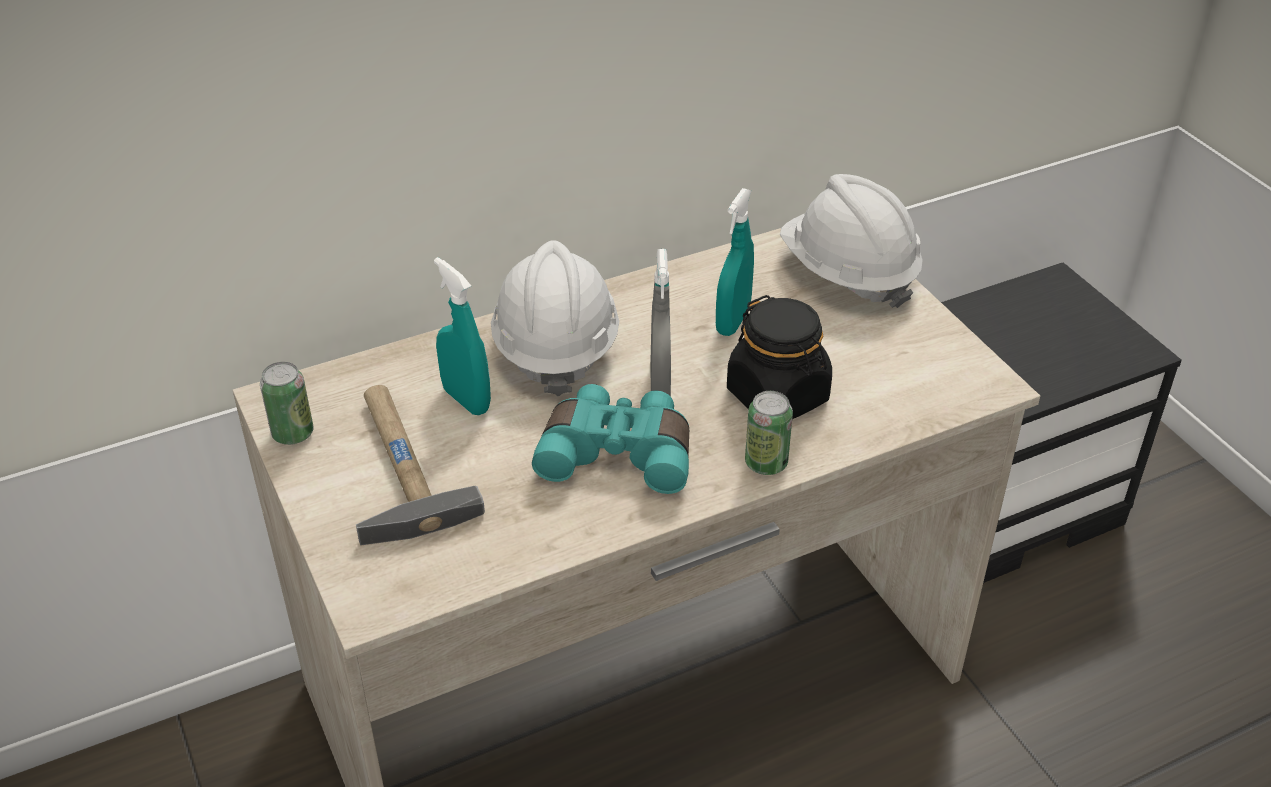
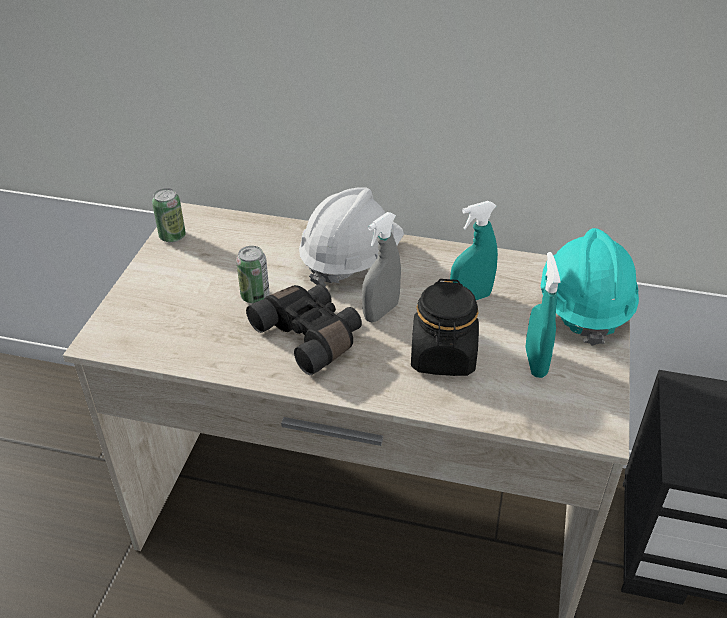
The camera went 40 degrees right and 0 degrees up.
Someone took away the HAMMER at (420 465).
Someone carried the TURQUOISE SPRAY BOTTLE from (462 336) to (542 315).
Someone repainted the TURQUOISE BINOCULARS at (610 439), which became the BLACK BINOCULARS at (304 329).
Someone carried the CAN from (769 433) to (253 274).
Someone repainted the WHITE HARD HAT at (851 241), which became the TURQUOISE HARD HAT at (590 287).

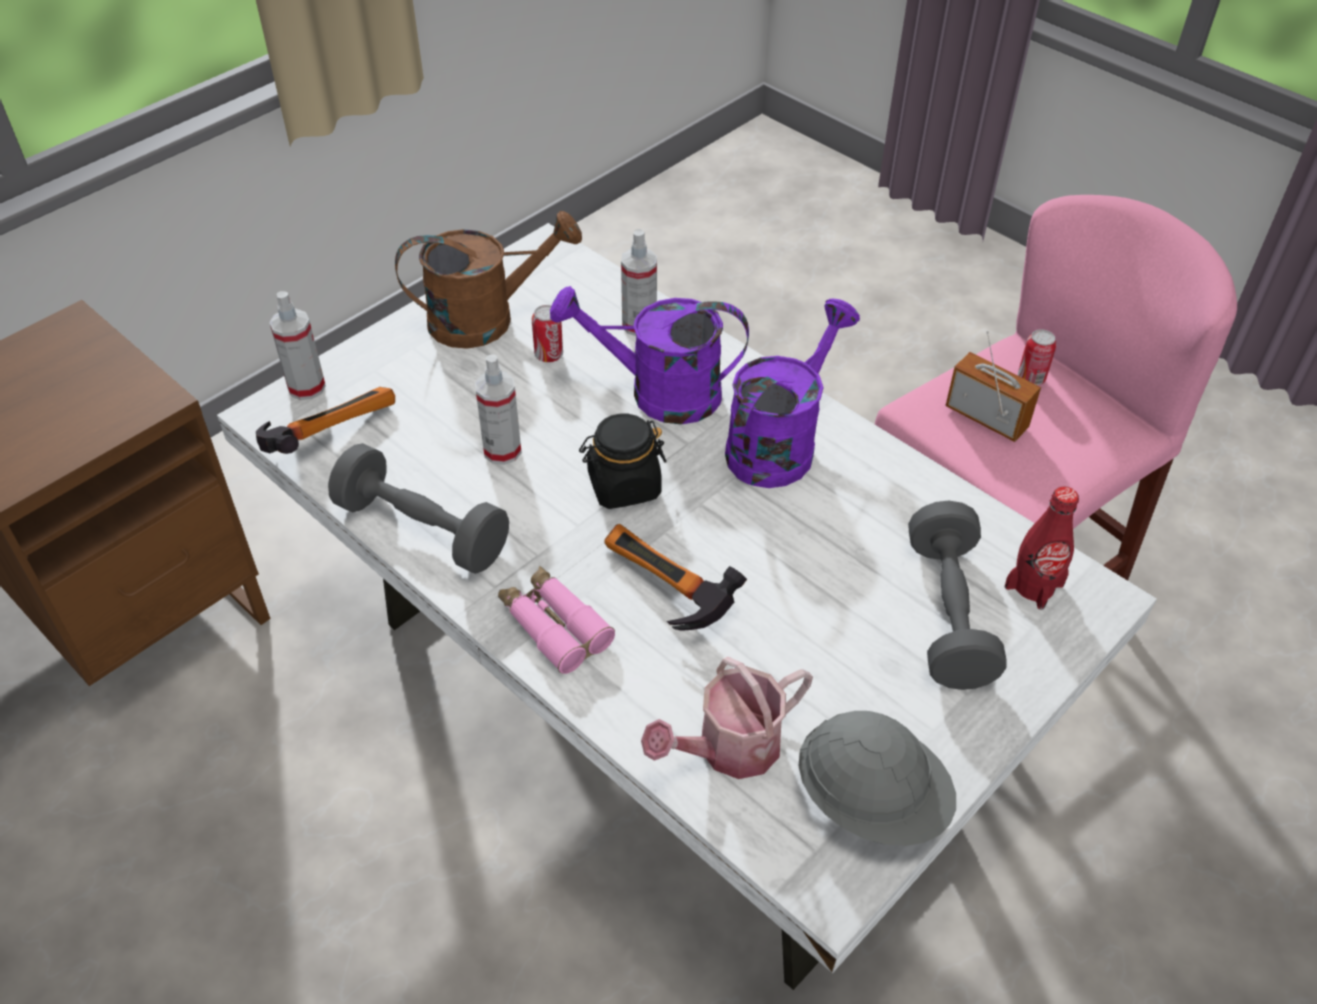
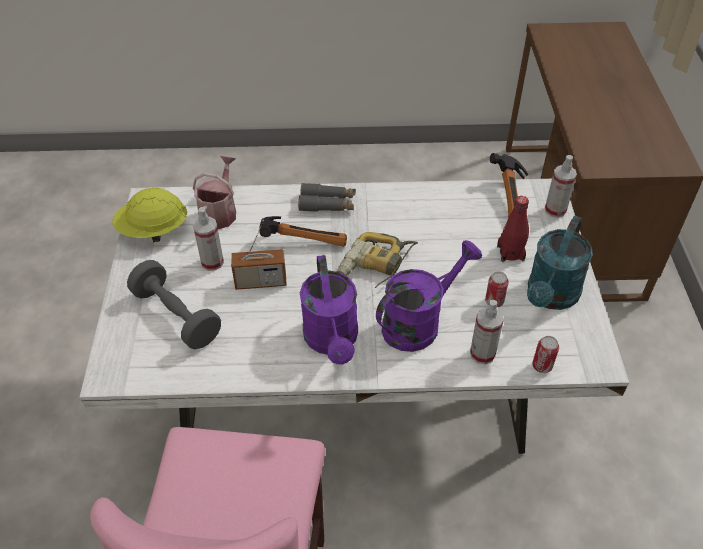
The camera went 135 degrees right and 0 degrees up.
Someone took away the GREY DUMBBELL at (418 508).
Someone repainted the BROWN WATERING CAN at (488 280), which became the TURQUOISE WATERING CAN at (560 263).
Someone carried the SPRAY BOTTLE from (498 410) to (208 239).
Someone repainted the PINK BINOCULARS at (556 620), which became the GREY BINOCULARS at (327 197).
Someone swapped the BLACK JAR at (622 461) for the POWER DRILL at (377 260).
Someone repainted the GREY HARD HAT at (877 778), which became the YELLOW HARD HAT at (149 215).
Someone carried the RADIO from (993 386) to (259 255).
Someone carried the RED BOTTLE from (1042 548) to (513 229).
Someone carried the CAN from (1037 357) to (545 354).

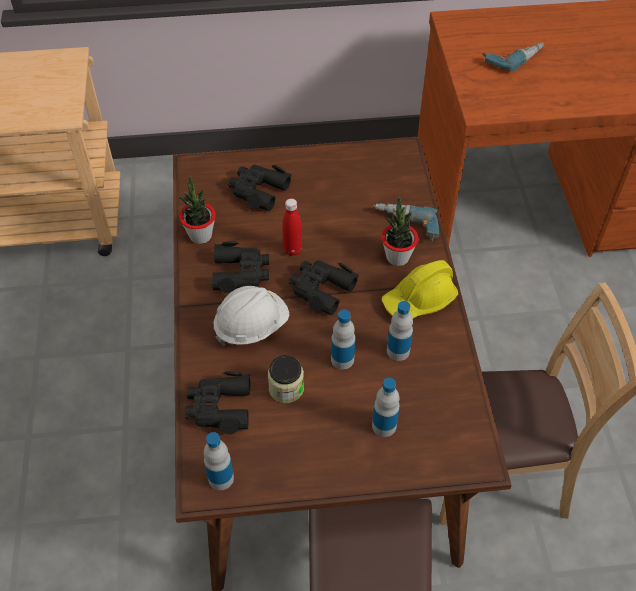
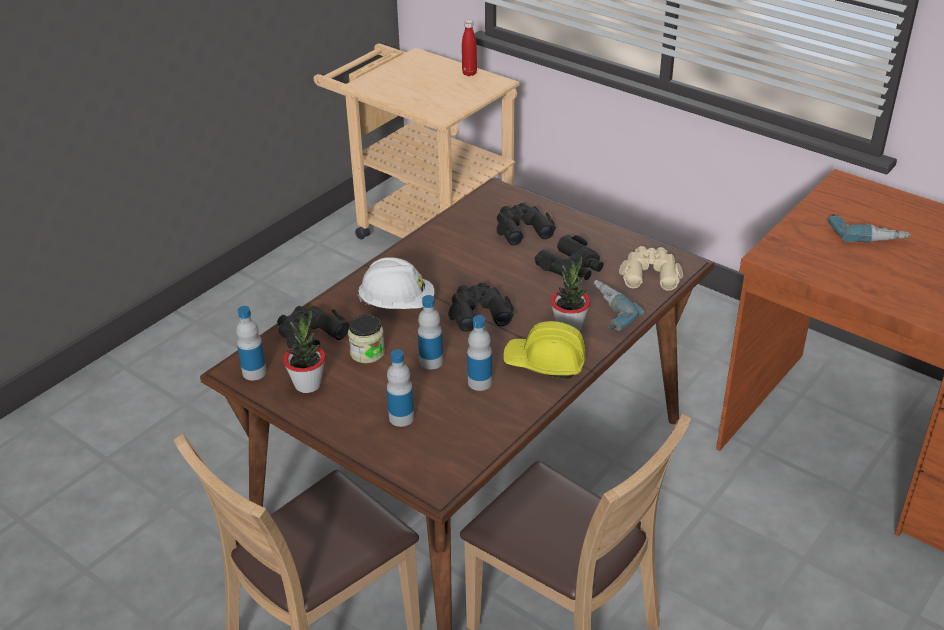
The camera went 45 degrees right and 15 degrees down.
Someone carried the POTTED PLANT from (197 210) to (304 352).
Someone carried the BLACK BINOCULARS from (240 267) to (569 257).
Someone carried the RED BOTTLE from (292 227) to (469 48).
Someone put down the BEIGE BINOCULARS at (651 268).

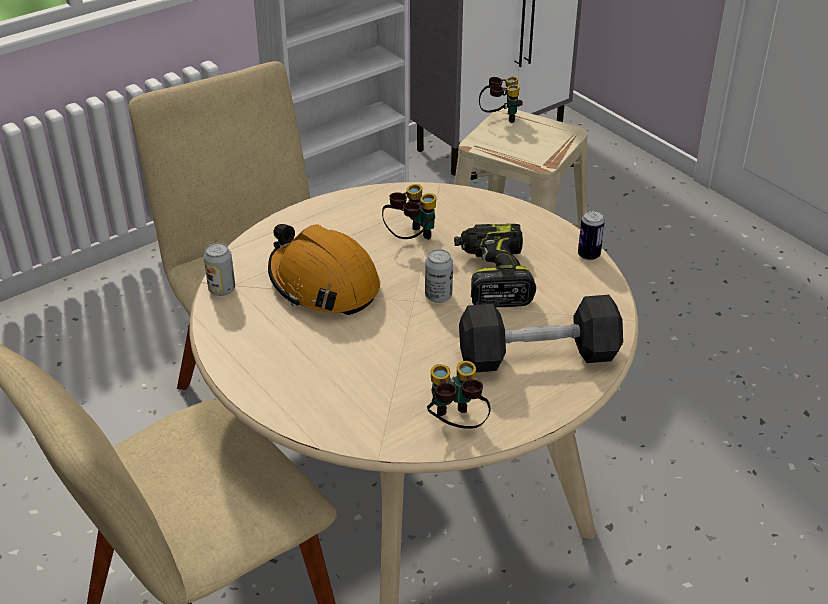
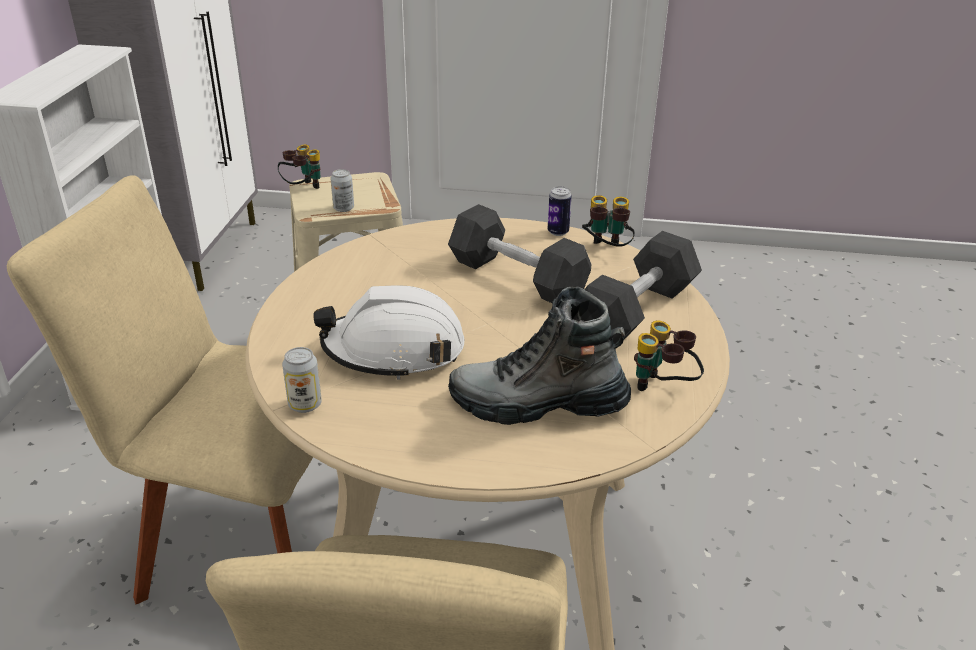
The camera went 45 degrees left and 5 degrees down.
Someone repainted the ORANGE HARD HAT at (324 269), which became the WHITE HARD HAT at (388 333).
Someone carried the BINOCULARS from (409 212) to (608 221).
Someone carried the CAN from (439 276) to (342 190).
Someone swapped the POWER DRILL at (495 265) for the BLACK DUMBBELL at (519 254).
Someone put down the BOOT at (539 356).

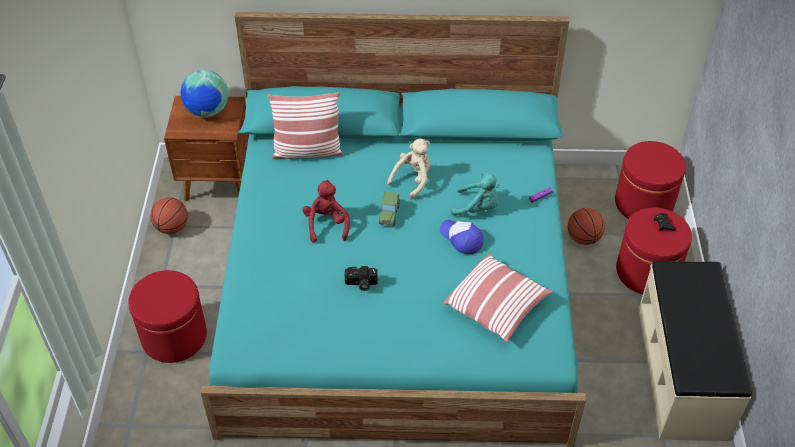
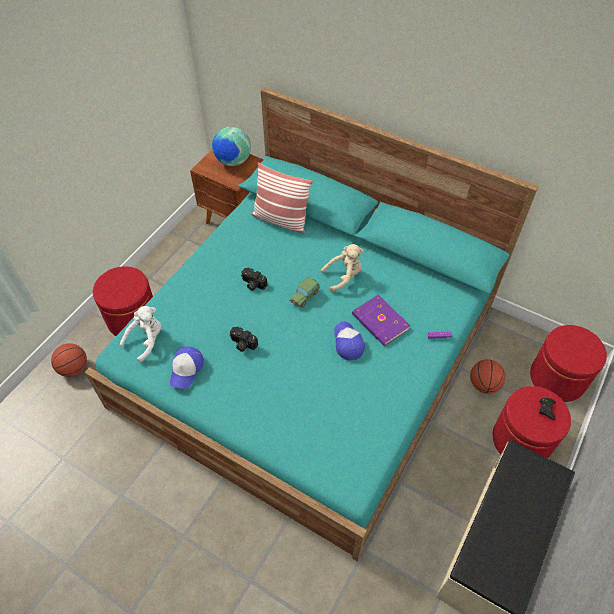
The camera went 30 degrees right and 5 degrees up.
Someone carried the BASKETBALL from (169 215) to (69 360).
Someone swapped the RED PLUSH TOY at (326 211) for the PHOTO CAMERA at (254 279).
Someone took away the PILLOW at (497 298).
Someone swapped the TURQUOISE PLUSH TOY at (475 194) for the PURPLE BOOK at (381 320).
Someone put down the WHITE PLUSH TOY at (140 334).
Someone put down the CAP at (187 368).

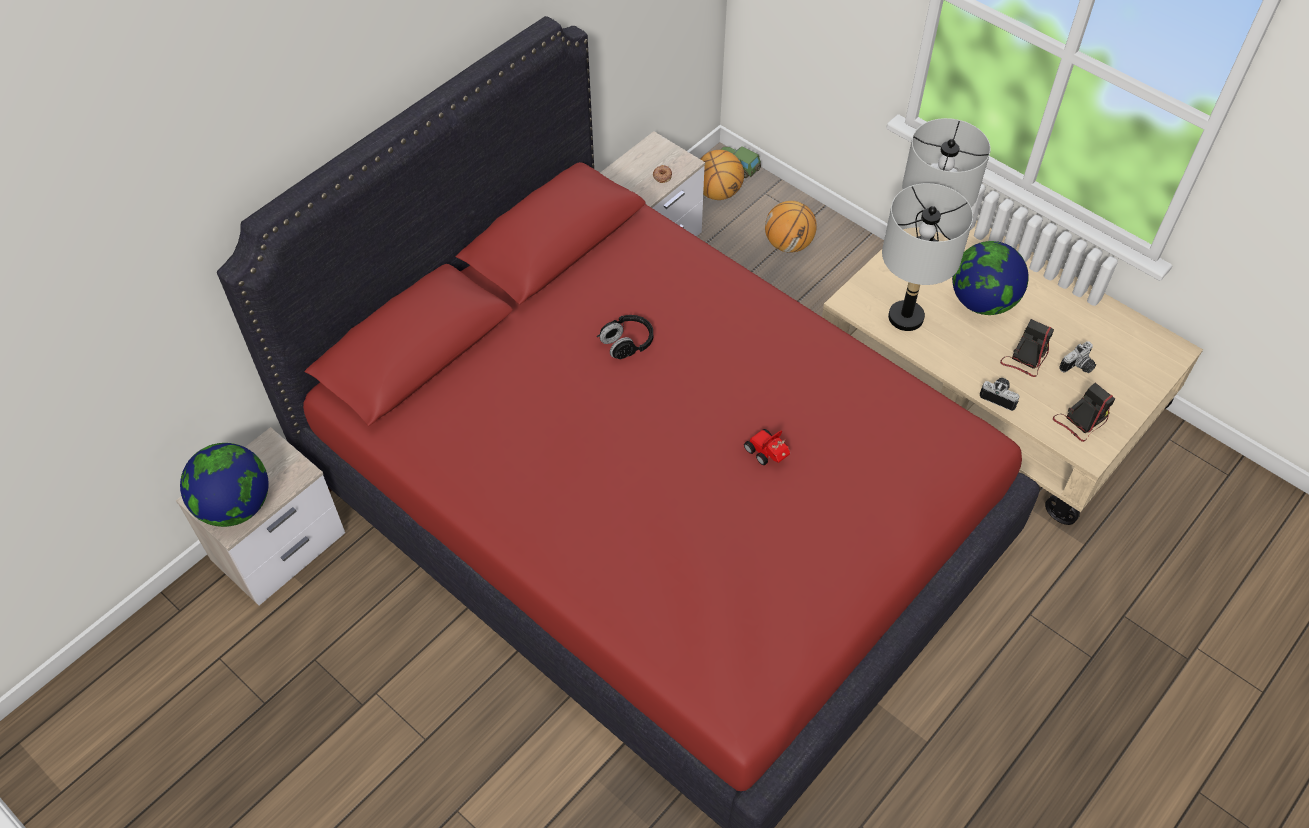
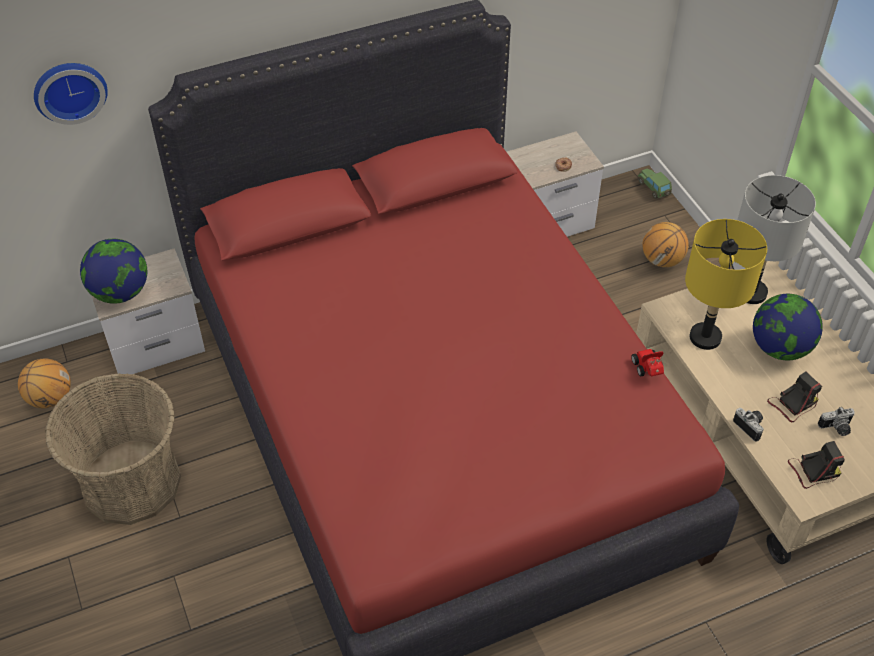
The camera went 25 degrees right and 5 degrees down.
Someone took away the BLACK HEADPHONES at (625 337).
Someone carried the BASKETBALL from (722 175) to (44 383).
Someone carried the TOY CAR from (767 447) to (647 362).
Someone repainted the GREY TABLE LAMP at (927 257), which became the YELLOW TABLE LAMP at (726 284).
Someone put up the WALL CLOCK at (71 94).
Someone put down the BASKET at (113 449).

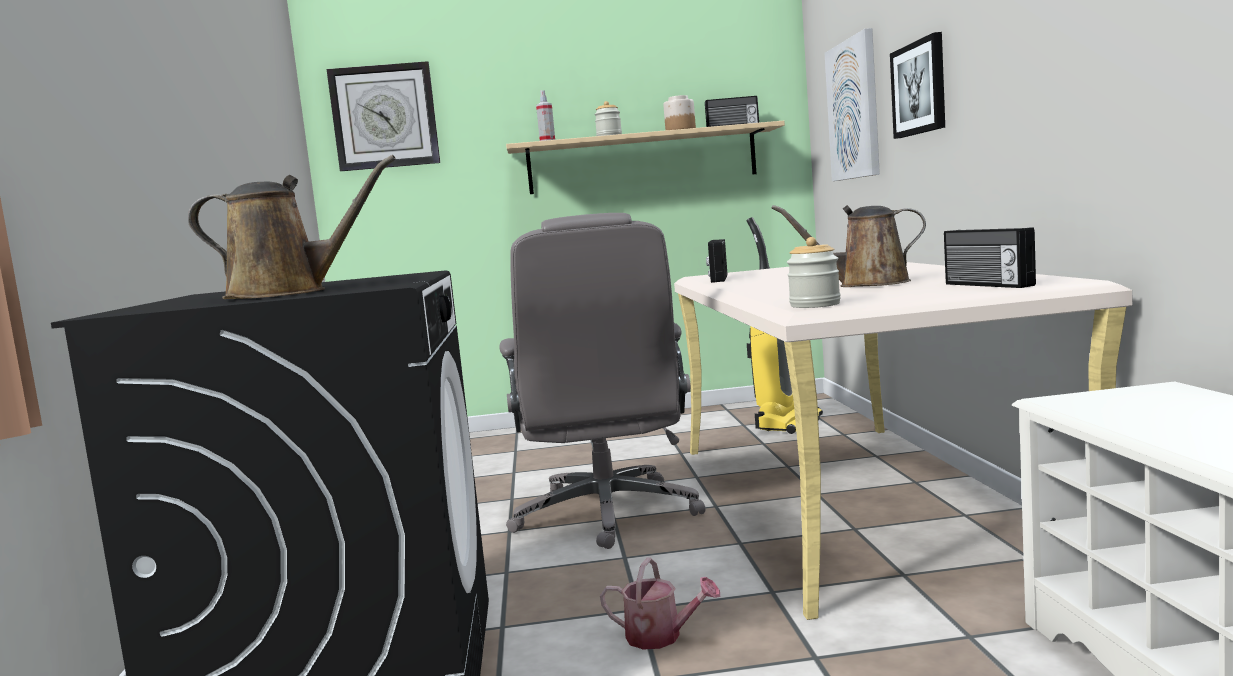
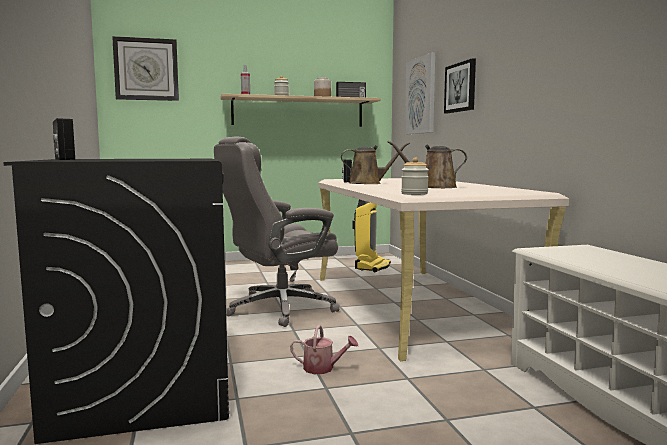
The camera went 10 degrees left and 0 degrees up.
Someone carried the BROWN WATERING CAN from (292 227) to (375 163).
Someone rotated the GREY OFFICE CHAIR at (602 381) by 75 degrees clockwise.
Someone carried the RADIO from (990 257) to (64 139).

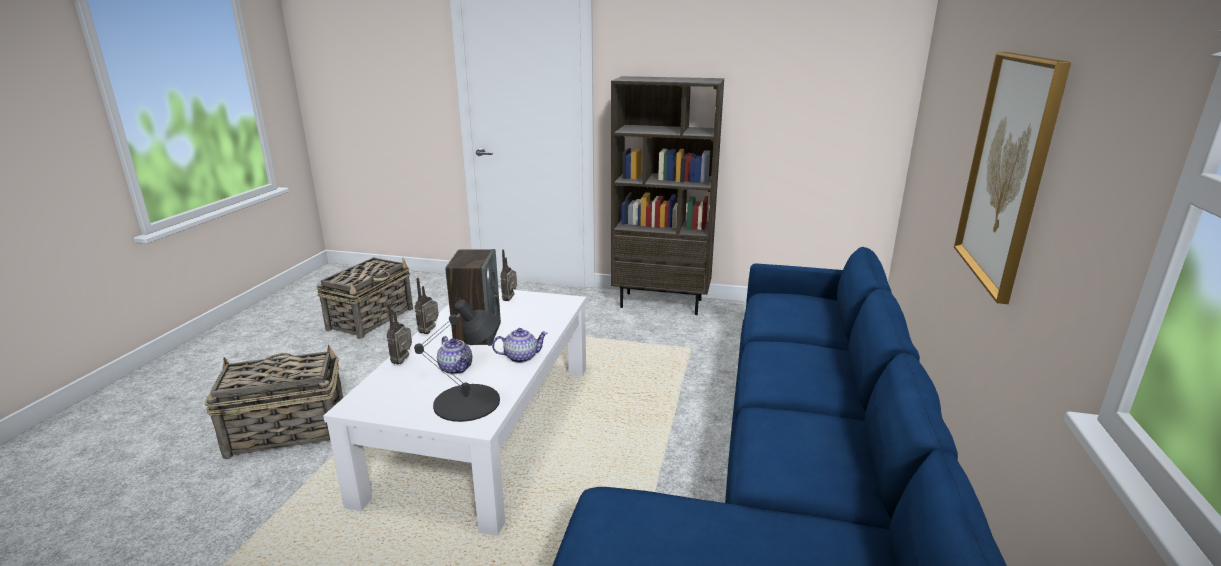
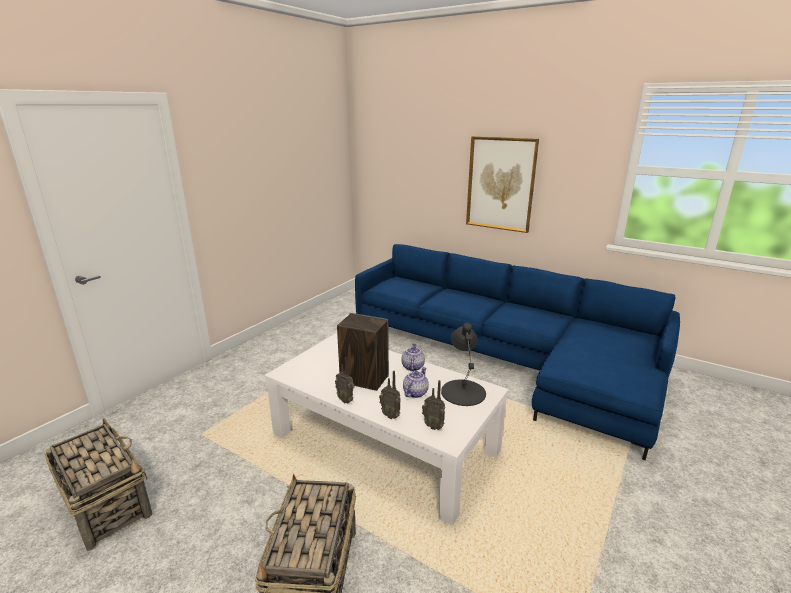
The camera went 70 degrees left and 0 degrees up.
Someone rotated the TEAPOT at (454 355) by 45 degrees counterclockwise.
Someone carried the RADIO from (508 275) to (433 405).
Someone took away the BROWN BOOKCASE at (667 195).

